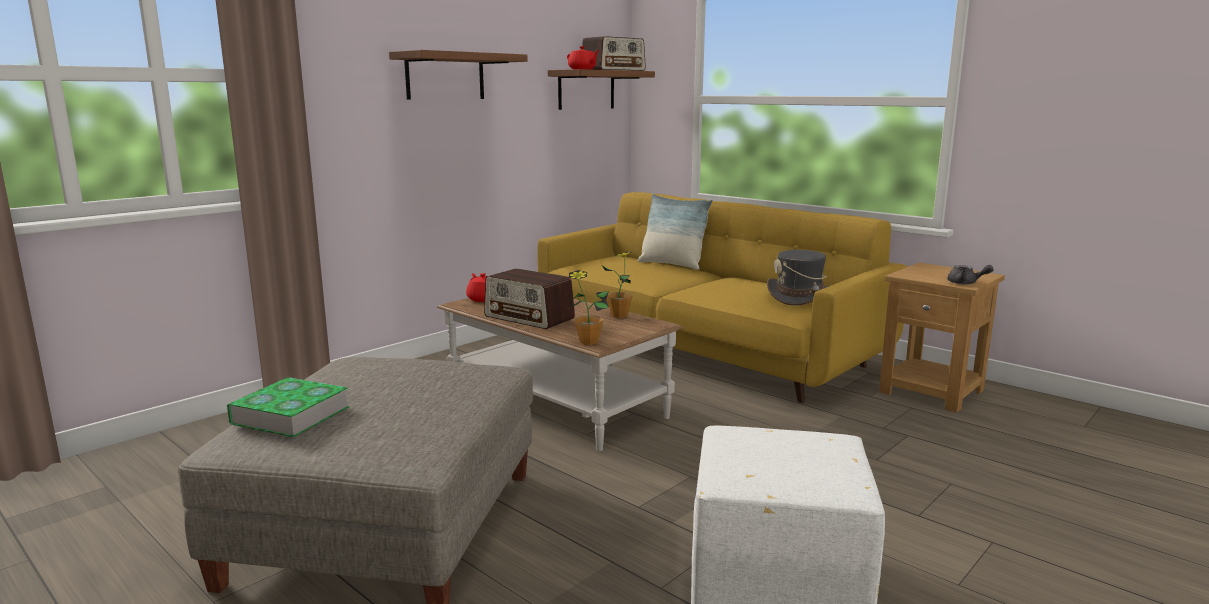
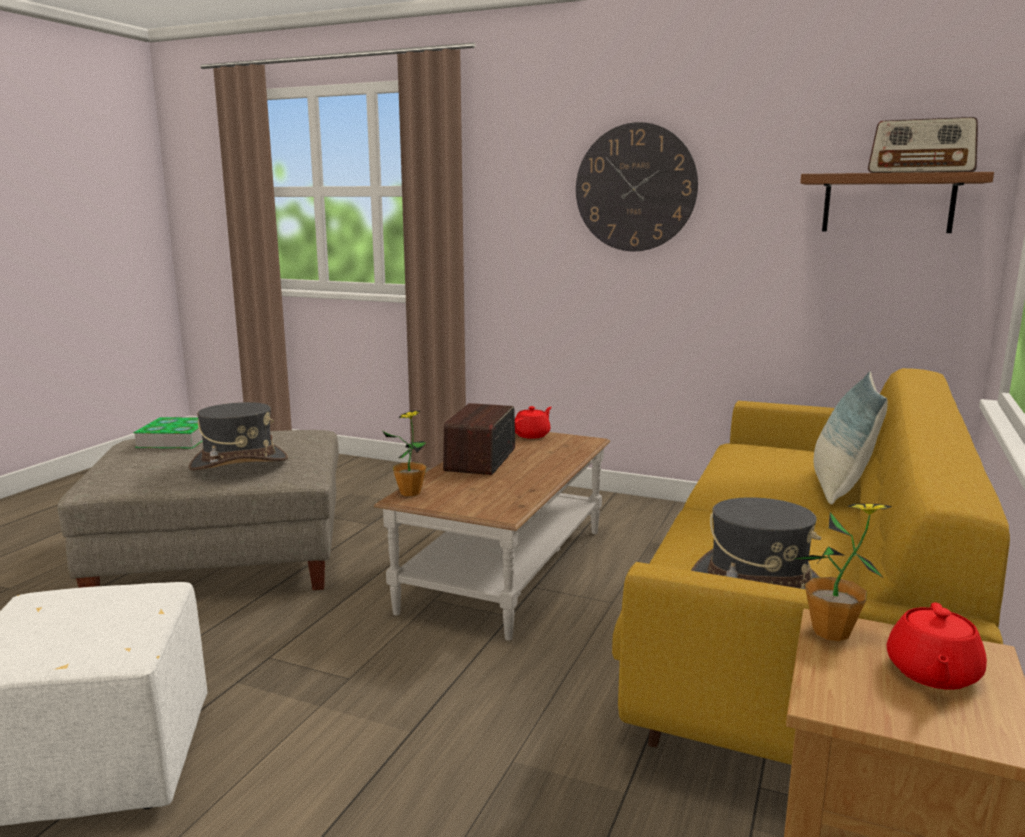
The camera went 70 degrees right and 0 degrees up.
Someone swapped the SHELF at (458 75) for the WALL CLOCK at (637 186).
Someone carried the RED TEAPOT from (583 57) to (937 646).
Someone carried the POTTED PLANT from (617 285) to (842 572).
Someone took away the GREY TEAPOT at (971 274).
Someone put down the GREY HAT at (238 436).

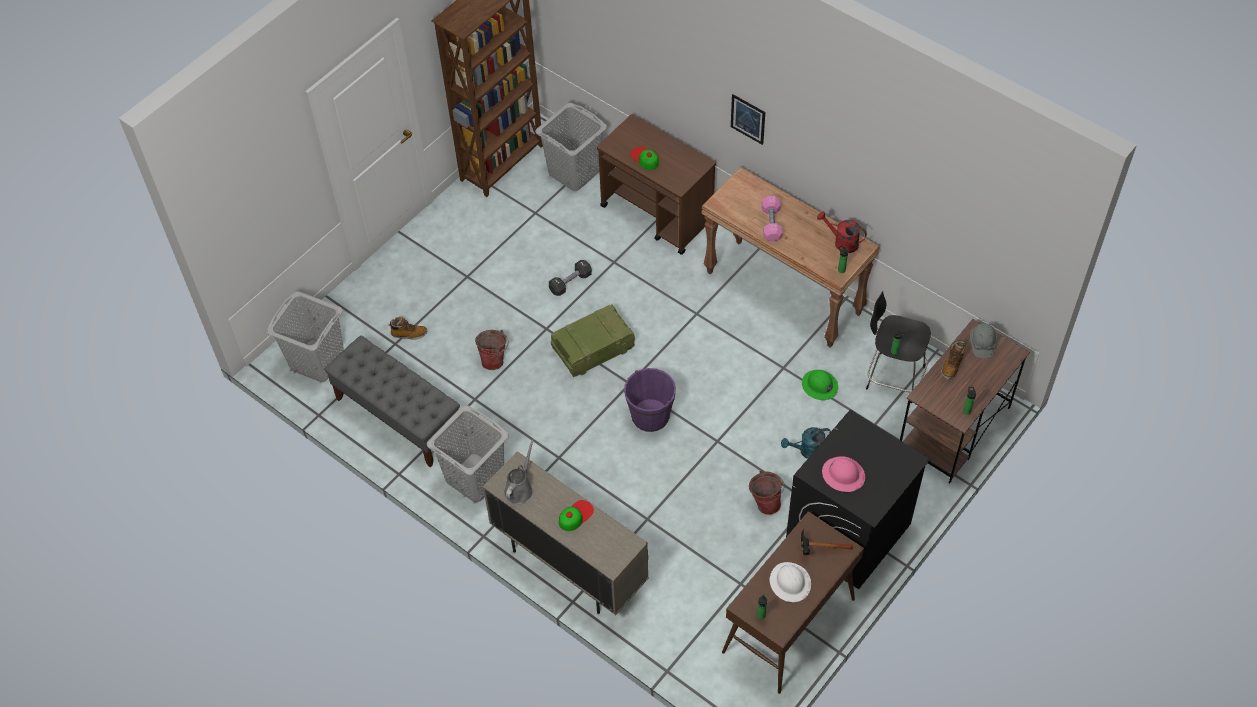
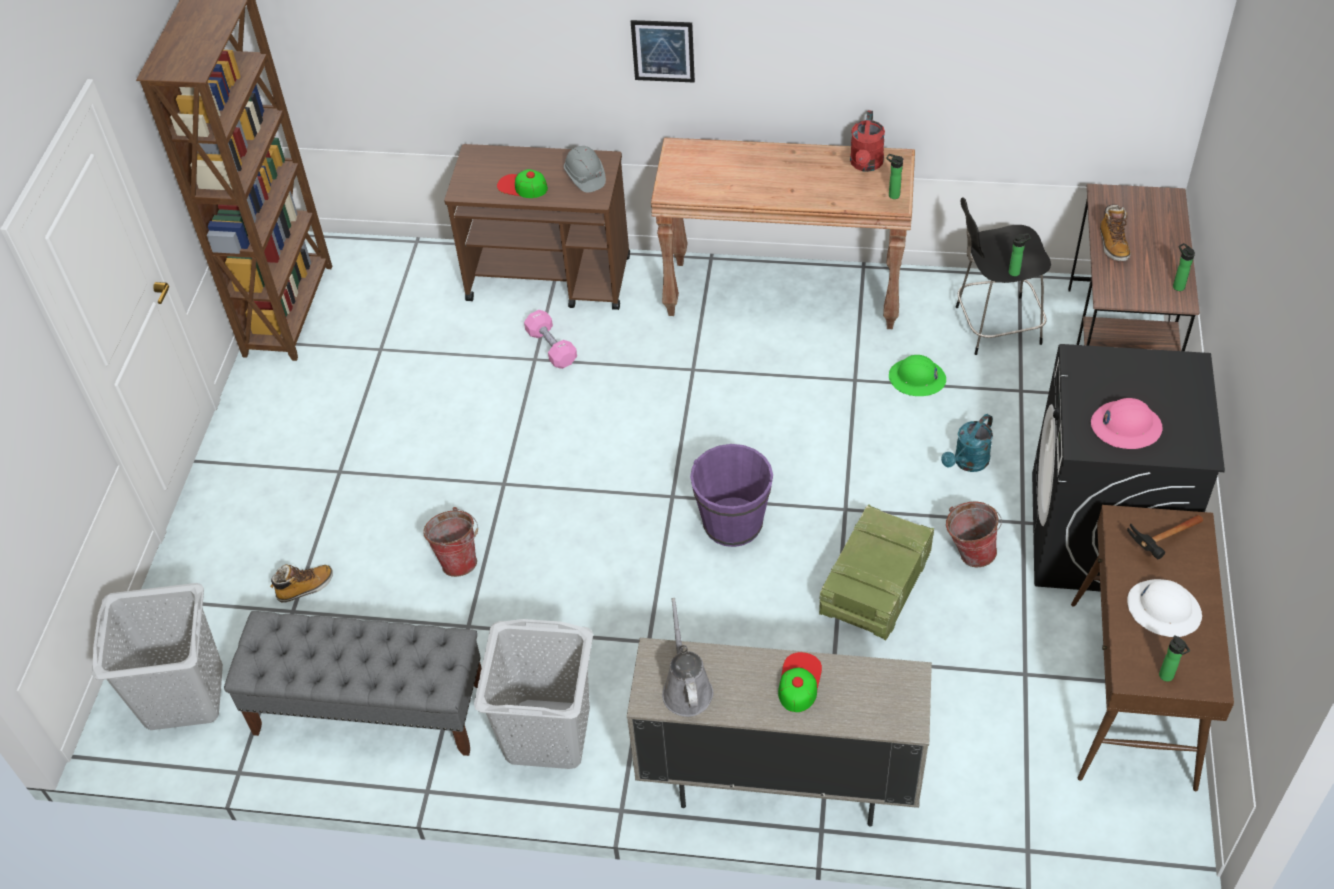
The camera went 30 degrees left and 5 degrees down.
Someone took away the GREY LAUNDRY BASKET at (571 147).
Someone took away the BLACK DUMBBELL at (570 278).
Someone carried the CRATE from (593 340) to (876 572).
Someone carried the PINK DUMBBELL from (772 218) to (550 339).
Someone rotated the RED WATERING CAN at (842 232) by 75 degrees counterclockwise.
Someone carried the GREY HARD HAT from (983 340) to (585 169).

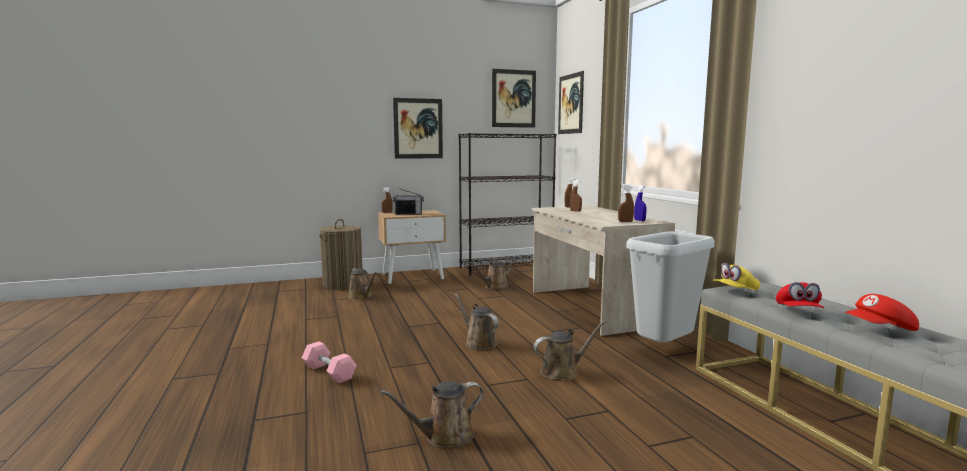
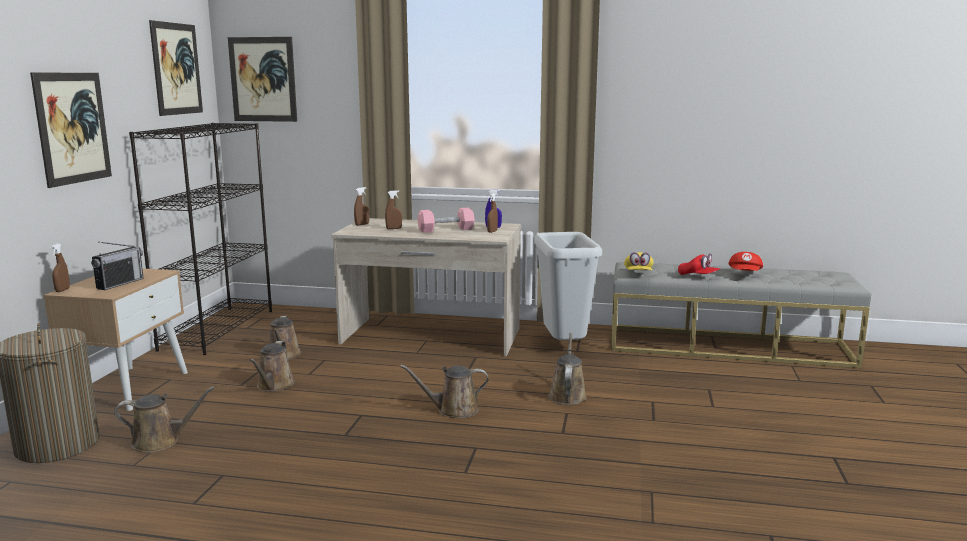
The camera went 60 degrees left and 5 degrees up.
Someone carried the PINK DUMBBELL from (329 362) to (446 220).
Someone carried the BROWN WATERING CAN from (432 414) to (272 366).

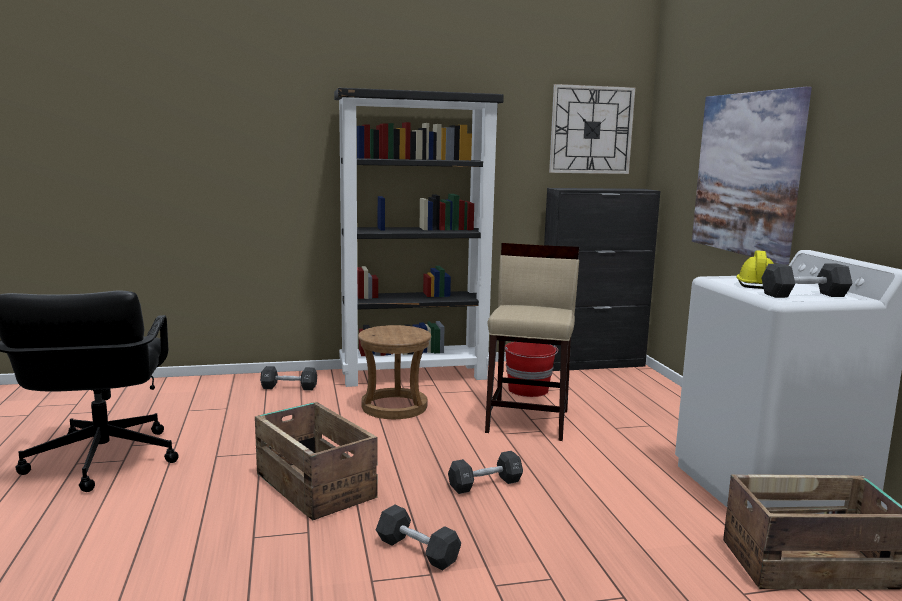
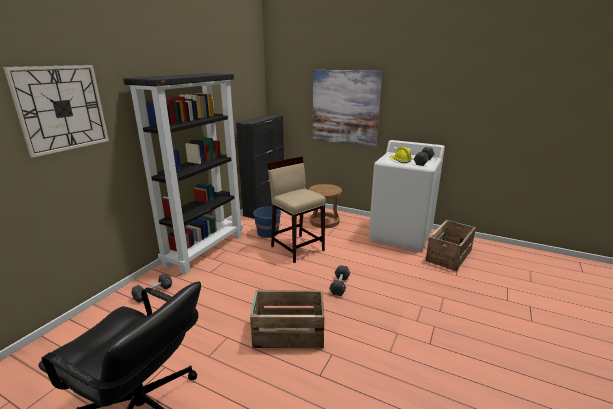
The camera went 50 degrees left and 10 degrees up.
Someone carried the BROWN STOOL from (394 372) to (325 206).
Someone took away the BLACK DUMBBELL at (418 537).
Someone repainted the RED BUCKET at (531 369), which became the BLUE BUCKET at (267 222).
Someone carried the WALL CLOCK from (592 129) to (56 111).

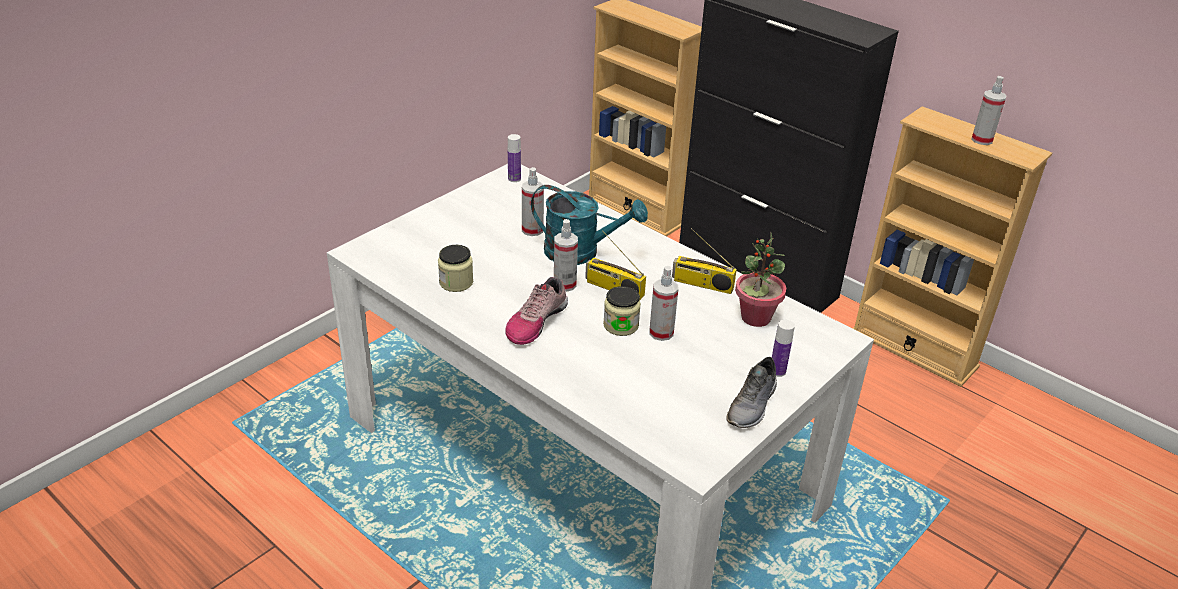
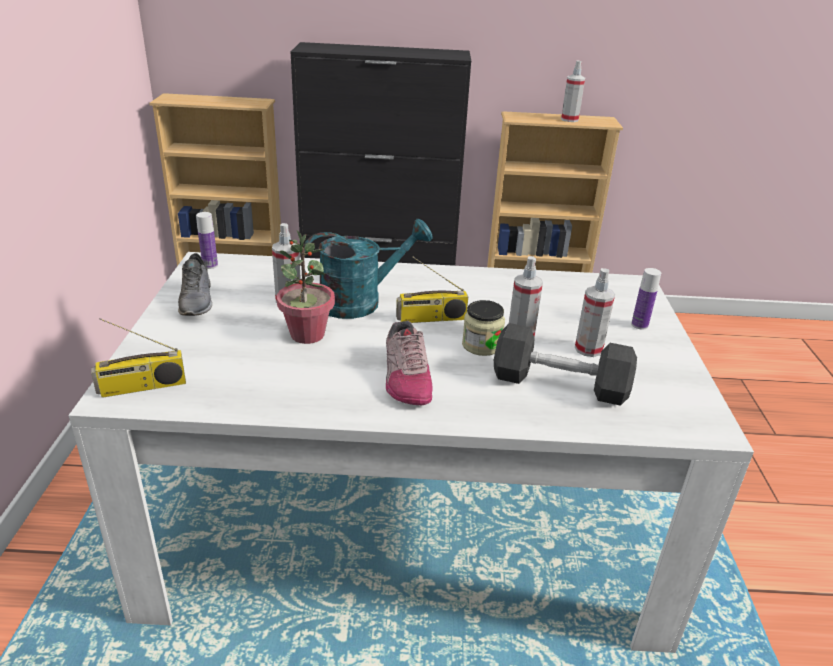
The camera went 40 degrees left and 5 degrees down.
Someone took away the JAR at (455 268).
Someone carried the SPRAY BOTTLE from (566 255) to (595 312).
Someone carried the RADIO from (704 261) to (138 358).
Someone carried the GREY SHOE from (751 392) to (195 284).
Someone carried the POTTED PLANT from (760 280) to (306 287).
Someone put down the GREY DUMBBELL at (565 364).

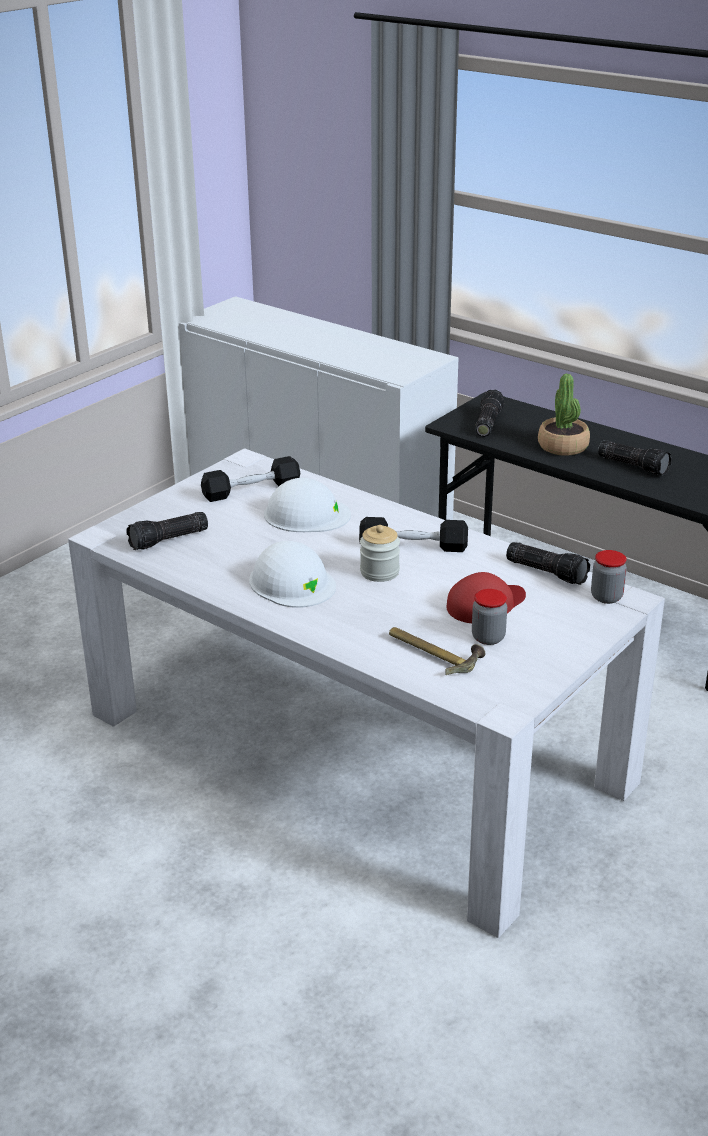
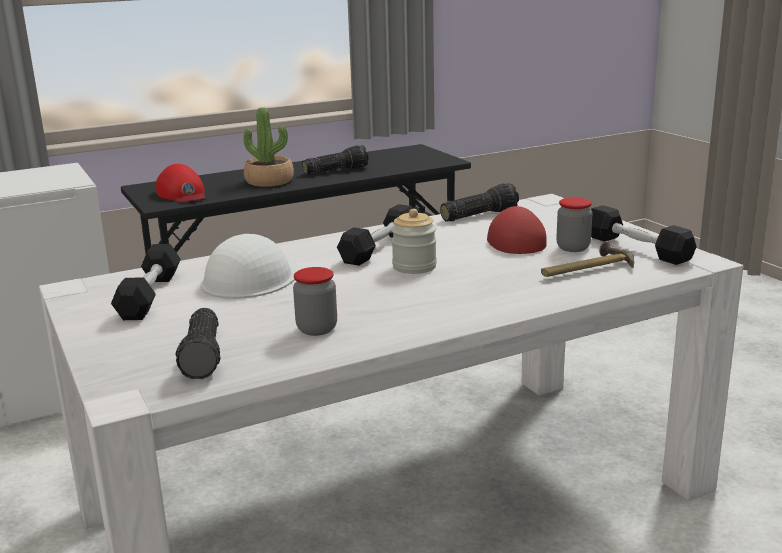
The camera went 65 degrees left and 10 degrees down.
Someone took away the WHITE HARD HAT at (292 574).
Someone swapped the FLASHLIGHT at (489 413) for the RED CAP at (181 183).
Someone carried the JAR from (609 577) to (315 301).
Someone put down the BLACK DUMBBELL at (644 235).

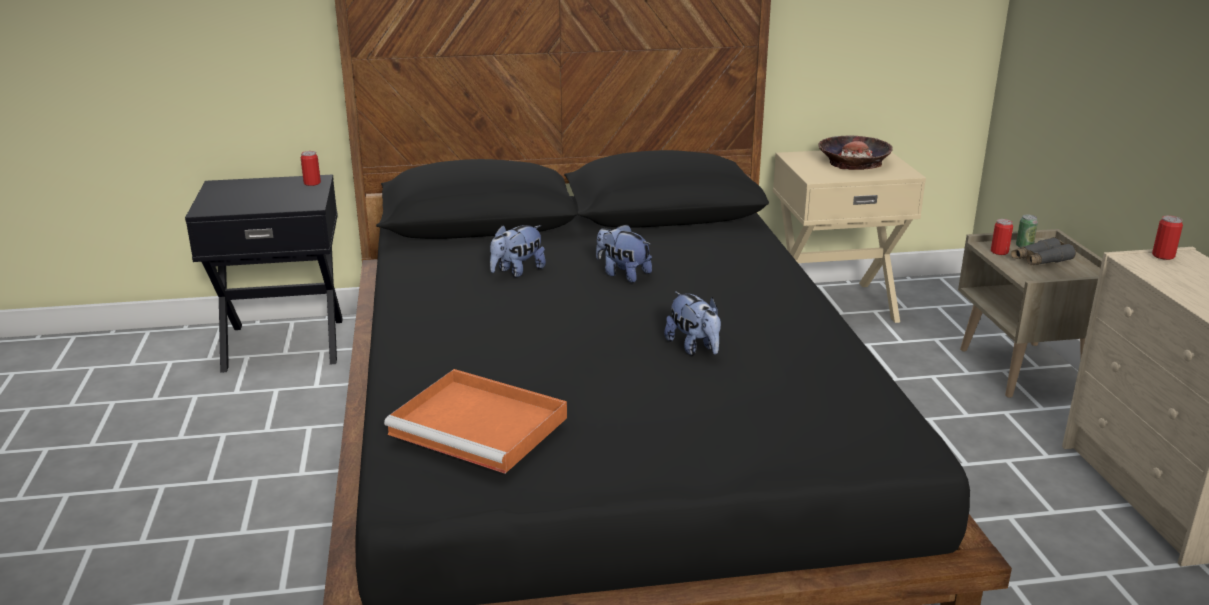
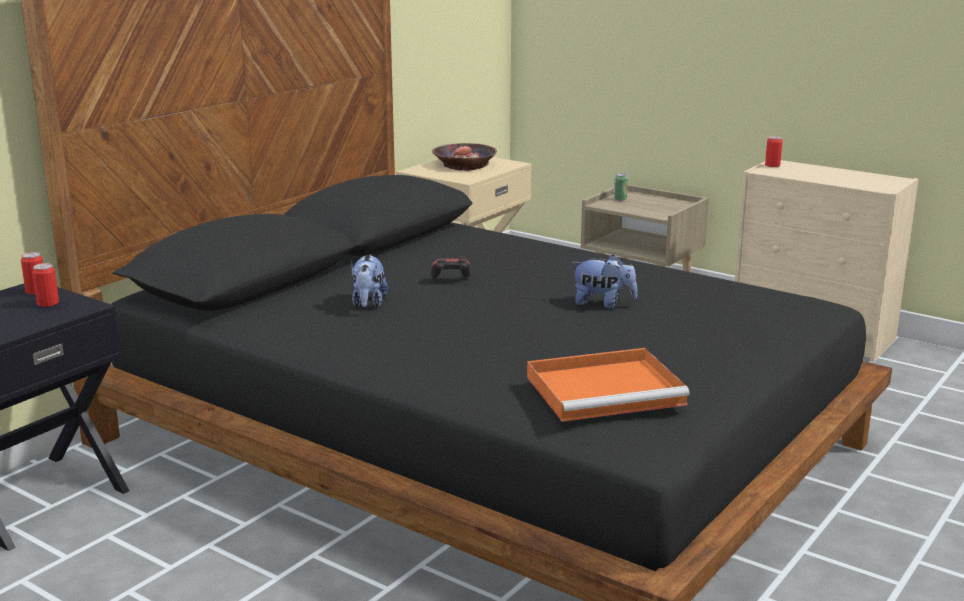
The camera went 45 degrees left and 5 degrees down.
Someone swapped the PLUSH TOY at (624 253) for the GAME CONTROLLER at (450 267).
Someone carried the CAN from (1002 237) to (45 285).
Someone took away the GREY BINOCULARS at (1043 251).

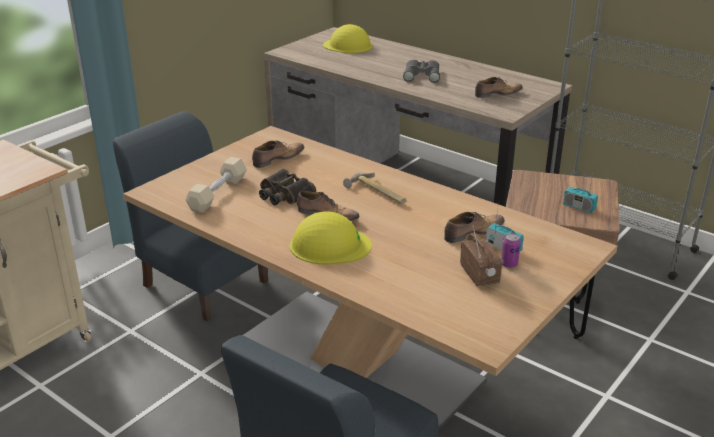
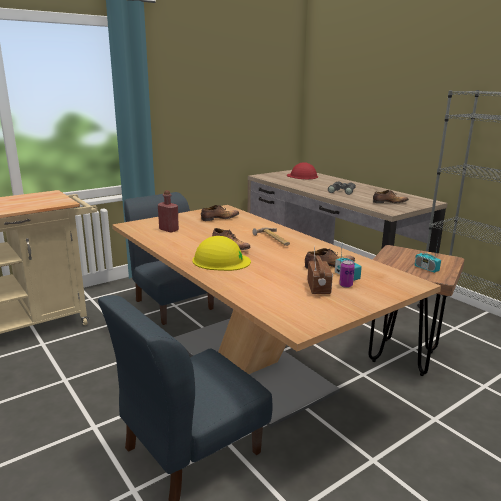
The camera went 15 degrees right and 10 degrees down.
Someone swapped the BEIGE DUMBBELL at (216 185) for the RED BOTTLE at (168 211).
Someone took away the BINOCULARS at (287 187).
Someone repainted the YELLOW HARD HAT at (347 38), which became the RED HARD HAT at (302 170).

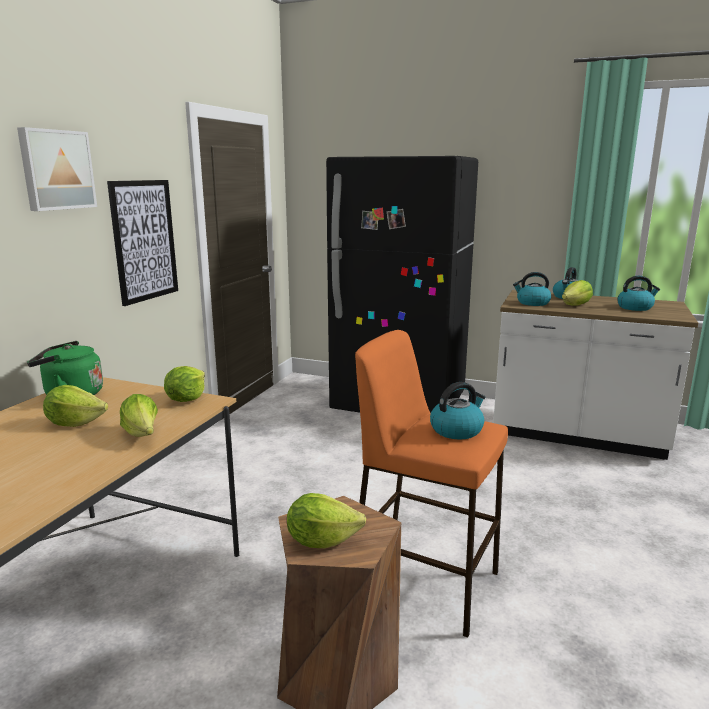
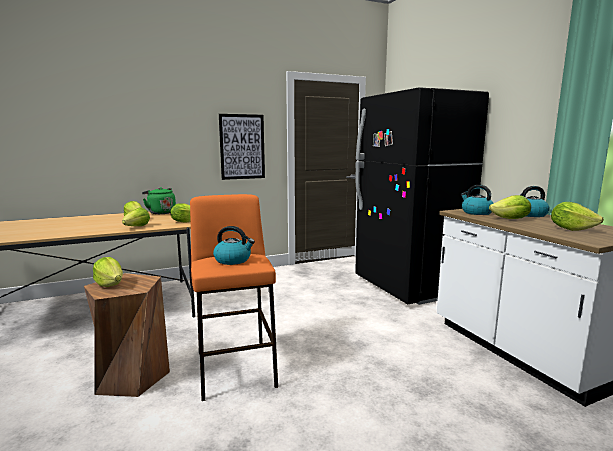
The camera went 45 degrees right and 5 degrees down.
Someone took away the PICTURE at (57 169).
Someone swapped the KETTLE at (638 293) for the LETTUCE at (577 216).

